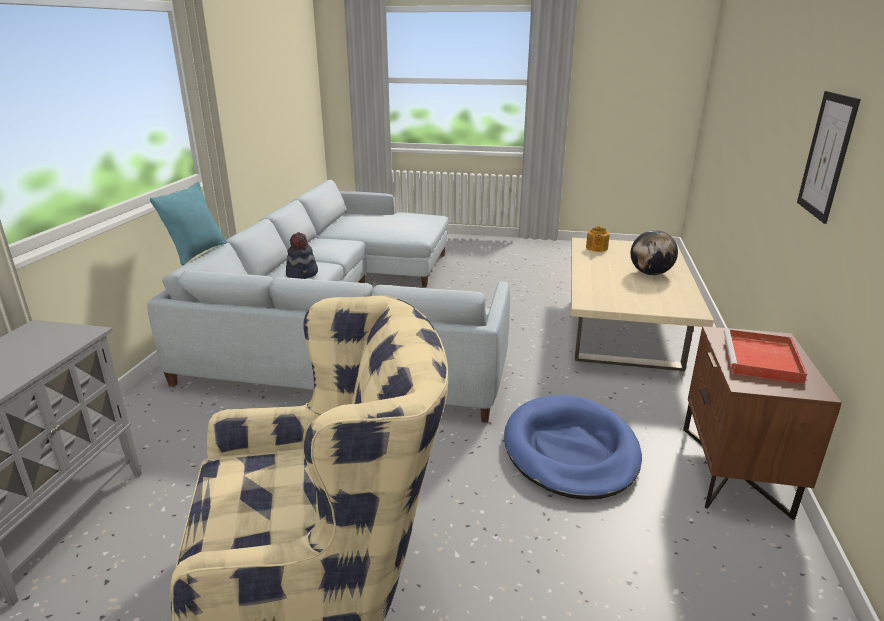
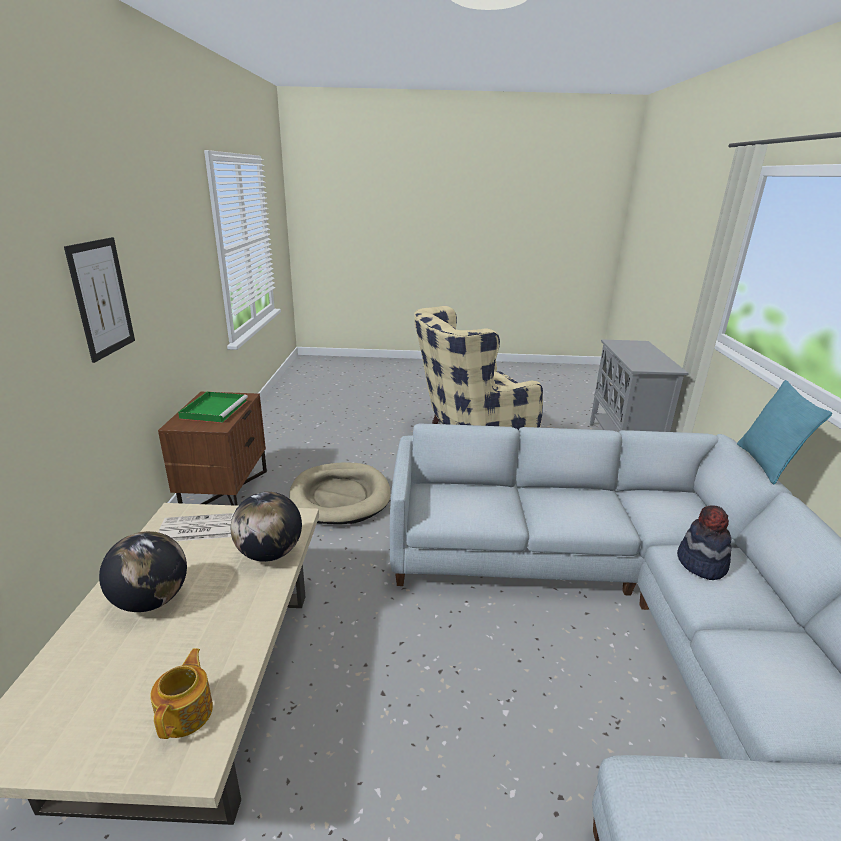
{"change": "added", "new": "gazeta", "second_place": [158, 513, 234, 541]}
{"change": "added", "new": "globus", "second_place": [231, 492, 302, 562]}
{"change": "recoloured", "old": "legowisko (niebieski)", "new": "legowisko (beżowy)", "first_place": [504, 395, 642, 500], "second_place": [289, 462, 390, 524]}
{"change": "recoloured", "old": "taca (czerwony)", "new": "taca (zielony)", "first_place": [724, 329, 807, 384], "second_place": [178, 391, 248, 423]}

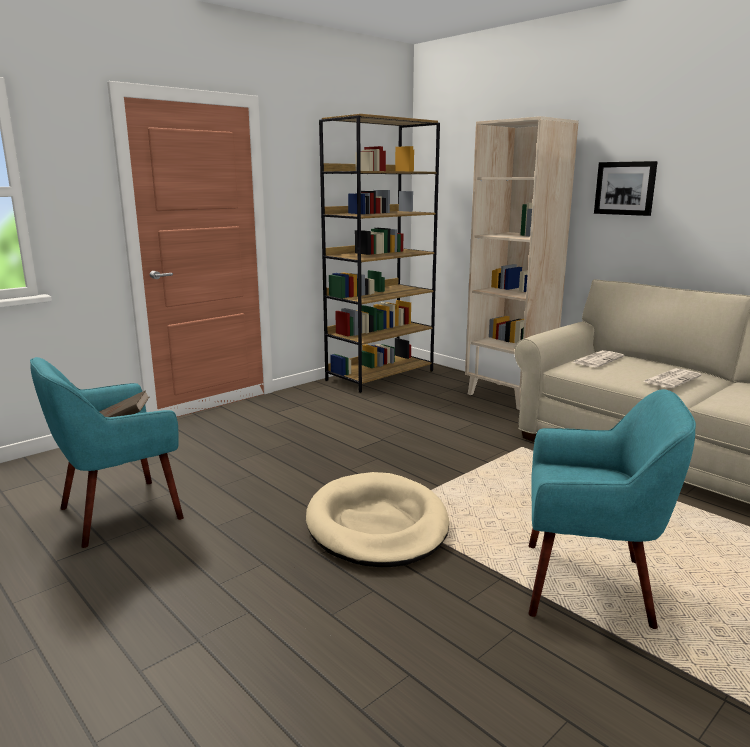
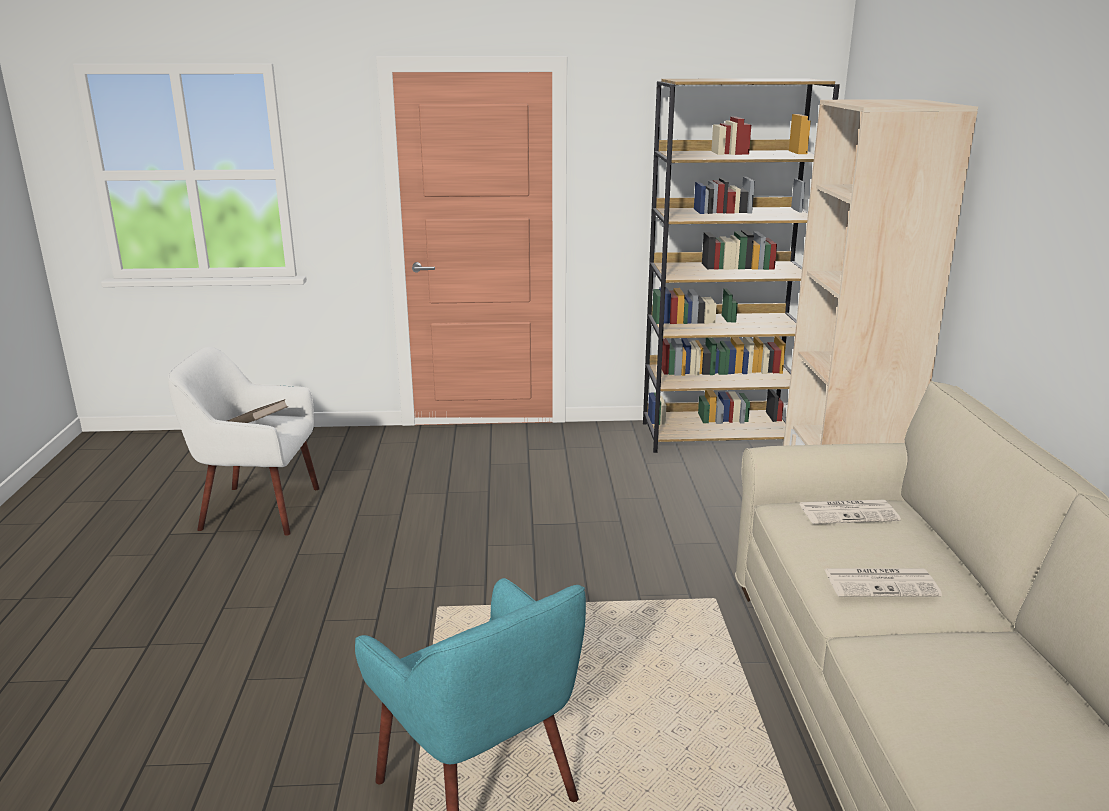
{"change": "removed", "old": "legowisko (beżowy)", "first_place": [306, 472, 449, 567]}
{"change": "removed", "old": "obraz", "first_place": [594, 161, 658, 216]}
{"change": "recoloured", "old": "fotel (turkusowy)", "new": "fotel (biały)", "first_place": [30, 357, 184, 548], "second_place": [168, 347, 320, 536]}

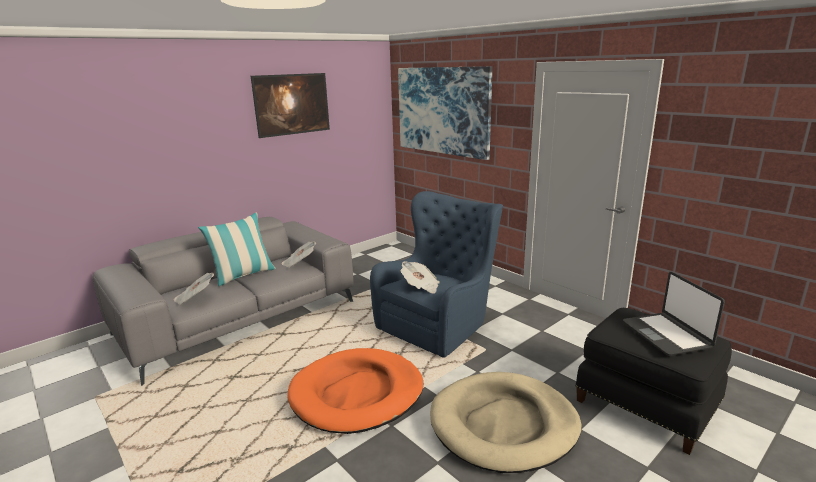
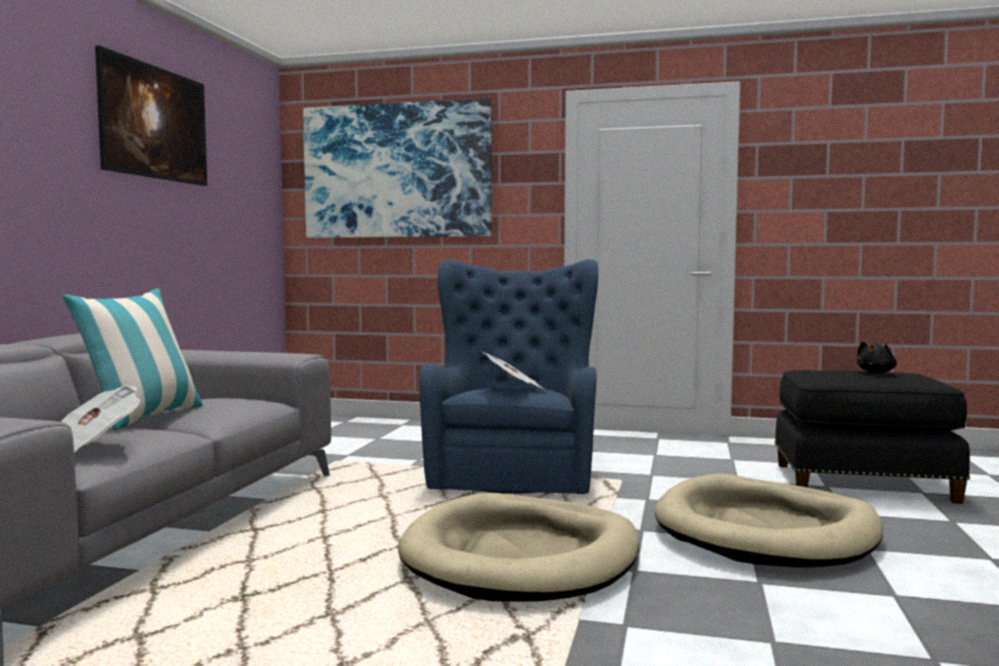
{"change": "removed", "old": "gazeta", "first_place": [282, 241, 316, 268]}
{"change": "replaced", "old": "laptop", "new": "pluszak (czarny)", "first_place": [623, 272, 725, 356], "second_place": [857, 341, 897, 373]}
{"change": "recoloured", "old": "legowisko (pomarańczowy)", "new": "legowisko (beżowy)", "first_place": [287, 348, 424, 434], "second_place": [398, 493, 639, 602]}

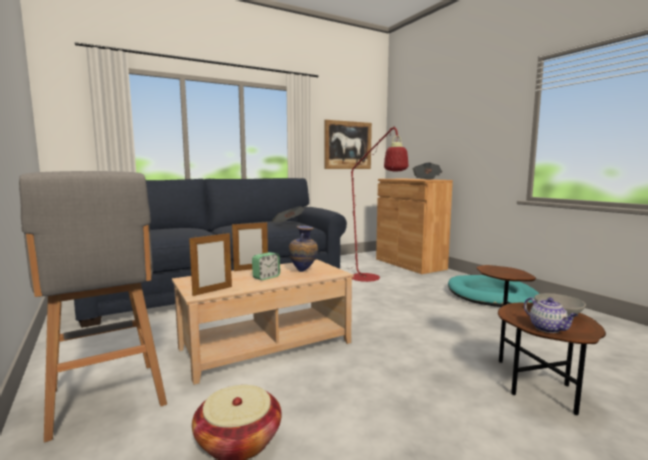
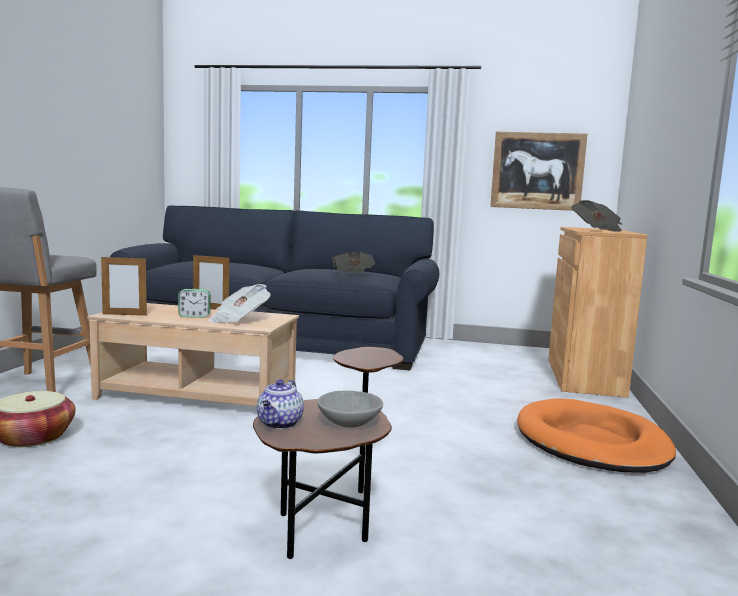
{"change": "removed", "old": "lampa stojąca (czerwony)", "first_place": [340, 126, 408, 282]}
{"change": "replaced", "old": "wazon", "new": "gazeta", "first_place": [289, 226, 318, 272], "second_place": [208, 284, 271, 323]}
{"change": "recoloured", "old": "legowisko (turkusowy)", "new": "legowisko (pomarańczowy)", "first_place": [448, 275, 539, 307], "second_place": [517, 398, 676, 473]}

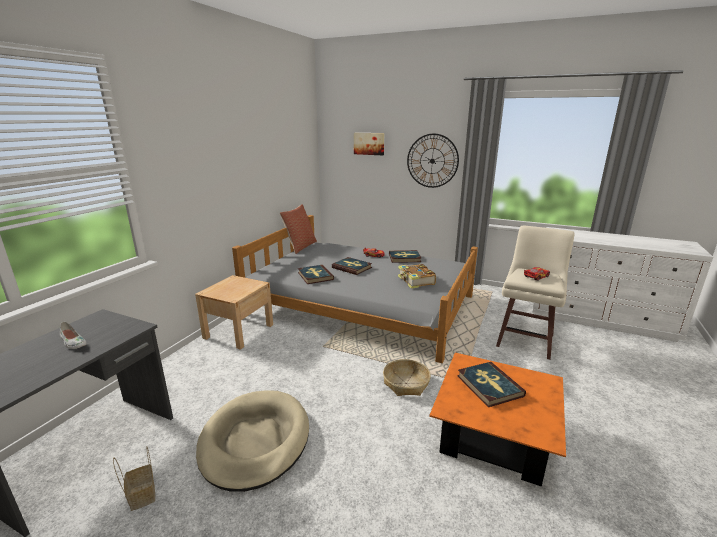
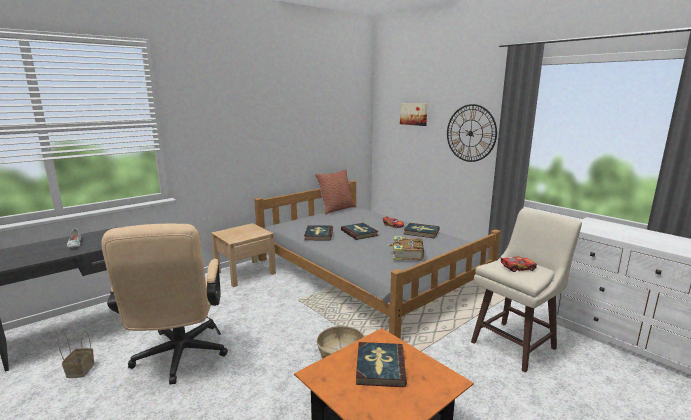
{"change": "replaced", "old": "legowisko (beżowy)", "new": "krzesło biurowe (beżowy)", "first_place": [196, 390, 309, 492], "second_place": [101, 223, 228, 384]}

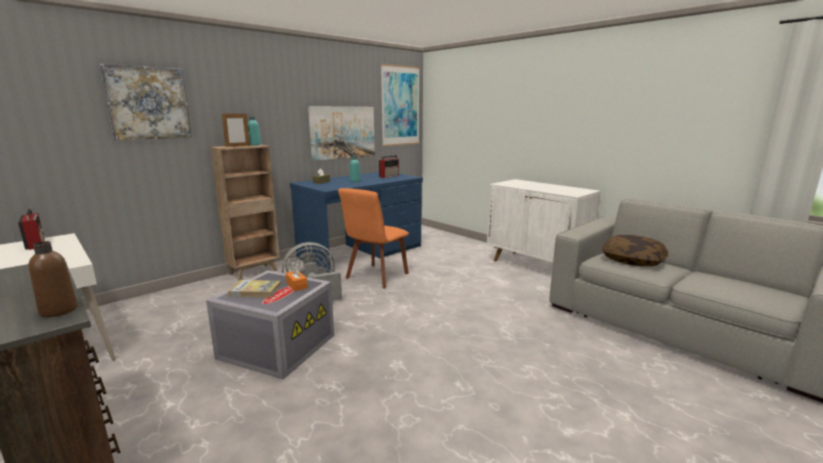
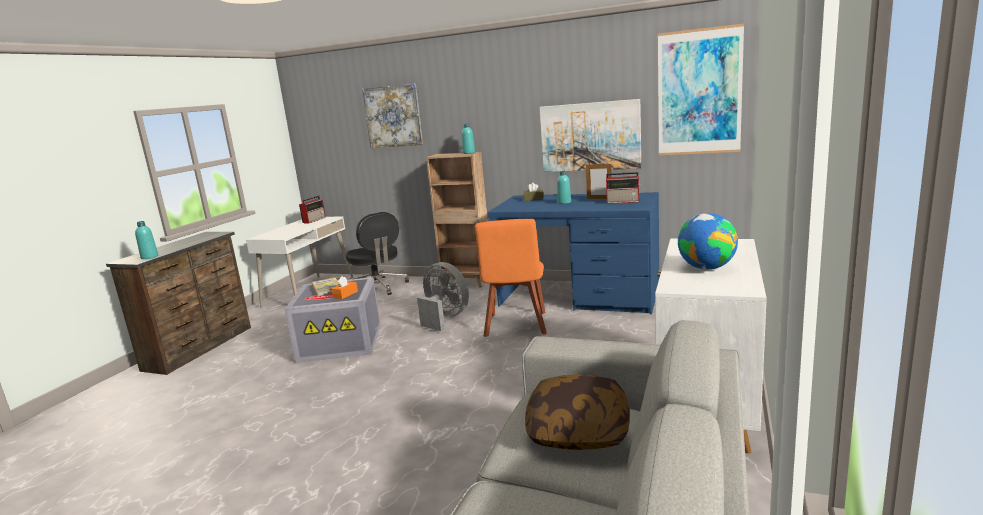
{"change": "added", "new": "krzesło biurowe (czarny)", "second_place": [346, 212, 409, 295]}
{"change": "added", "new": "globus", "second_place": [678, 213, 738, 270]}
{"change": "moved", "old": "ramka na zdjęcie", "first_place": [222, 114, 250, 147], "second_place": [586, 164, 612, 199]}
{"change": "recoloured", "old": "butelka (brązowy)", "new": "butelka (turkusowy)", "first_place": [28, 241, 78, 317], "second_place": [135, 221, 158, 259]}
{"change": "turned", "old": "krzesło (pomarańczowy)", "first_place": [338, 188, 409, 289], "second_place": [475, 219, 547, 337], "degrees": -90}

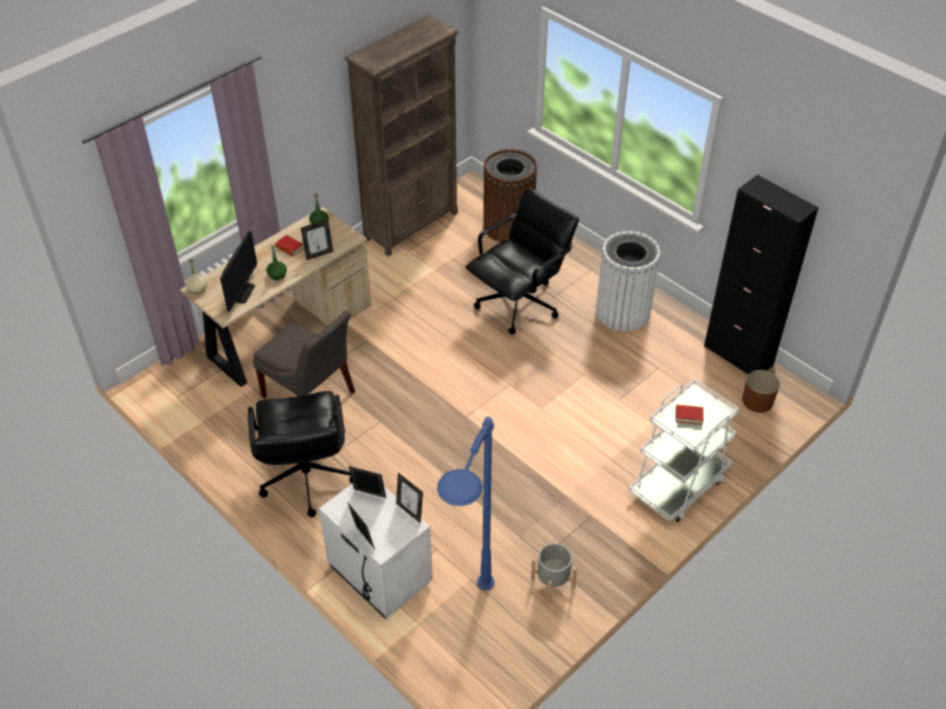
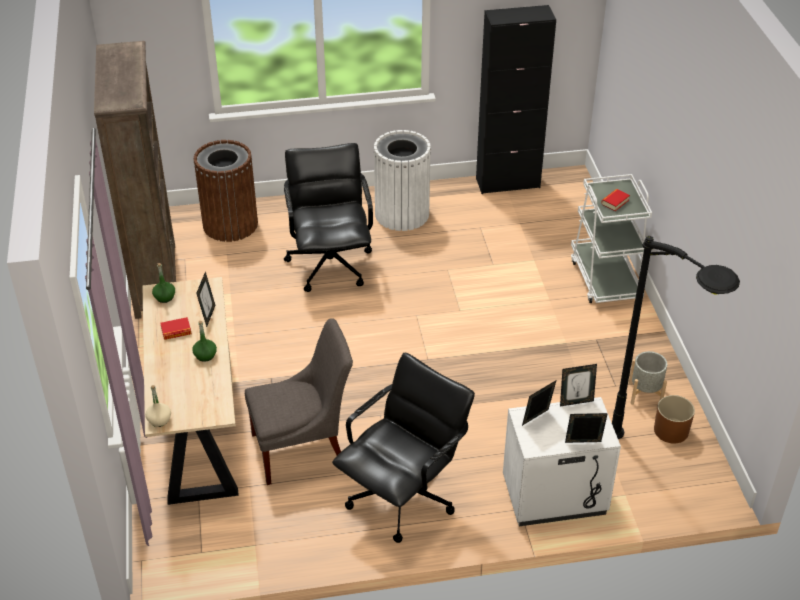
{"change": "removed", "old": "monitor", "first_place": [220, 231, 257, 312]}
{"change": "moved", "old": "donica (brązowy)", "first_place": [742, 370, 780, 413], "second_place": [654, 395, 695, 443]}
{"change": "recoloured", "old": "lampa stojąca (niebieski)", "new": "lampa stojąca (czarny)", "first_place": [437, 417, 495, 590], "second_place": [612, 236, 740, 439]}
{"change": "turned", "old": "krzesło biurowe (czarny)", "first_place": [248, 391, 352, 517], "second_place": [332, 353, 475, 543], "degrees": -75}

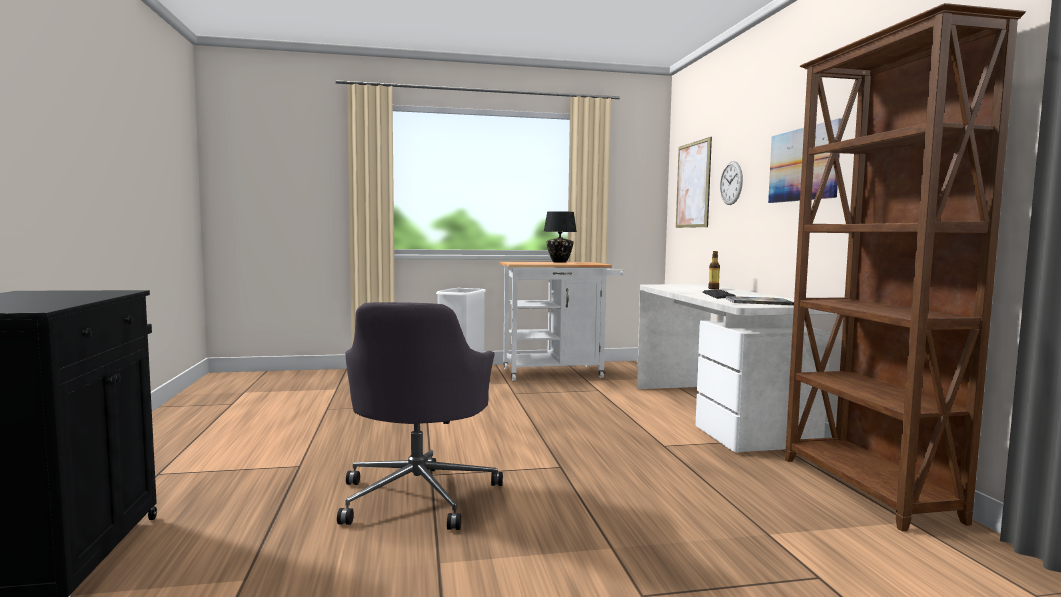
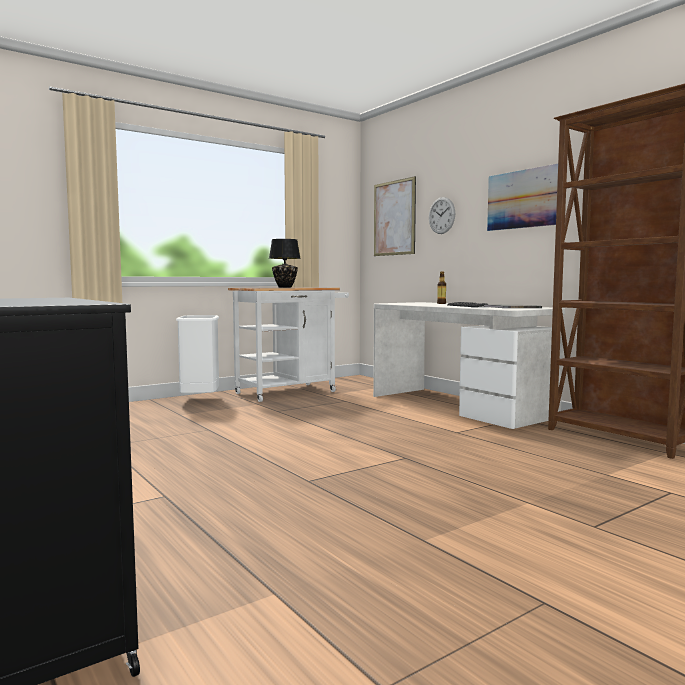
{"change": "removed", "old": "krzesło biurowe (szary)", "first_place": [337, 302, 503, 530]}

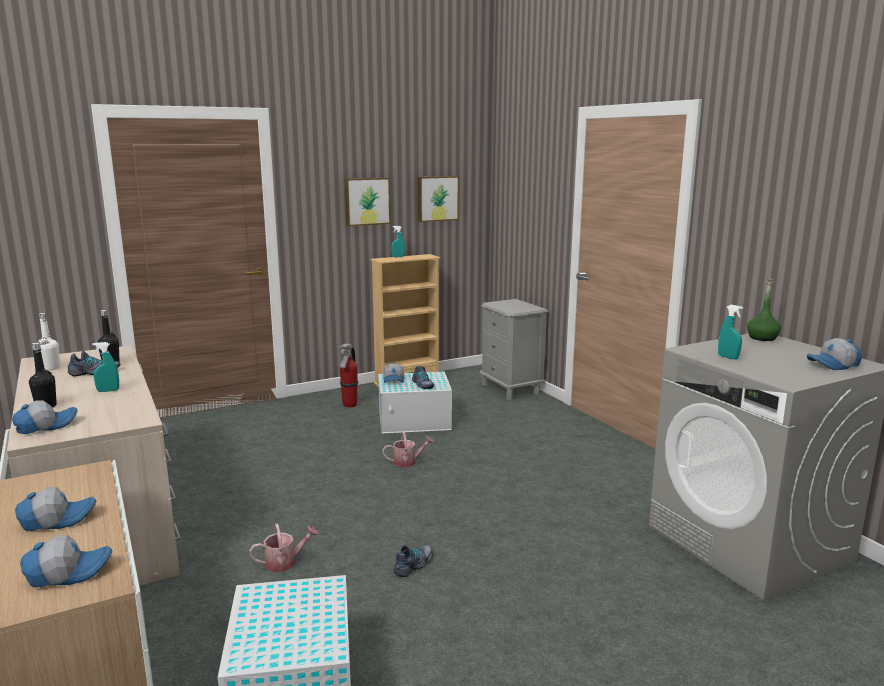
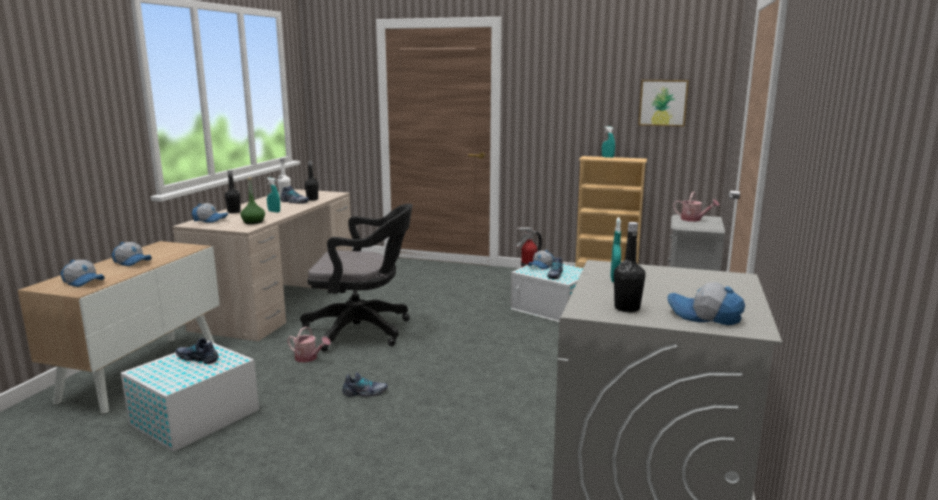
{"change": "removed", "old": "obraz", "first_place": [345, 178, 391, 226]}
{"change": "added", "new": "but", "second_place": [176, 338, 219, 364]}
{"change": "added", "new": "krzesło biurowe (czarny)", "second_place": [300, 204, 412, 352]}
{"change": "added", "new": "butelka (czarny)", "second_place": [614, 222, 646, 312]}
{"change": "moved", "old": "konewka", "first_place": [383, 431, 434, 468], "second_place": [673, 192, 719, 222]}
{"change": "moved", "old": "butelka (zielony)", "first_place": [747, 279, 781, 341], "second_place": [241, 177, 265, 224]}

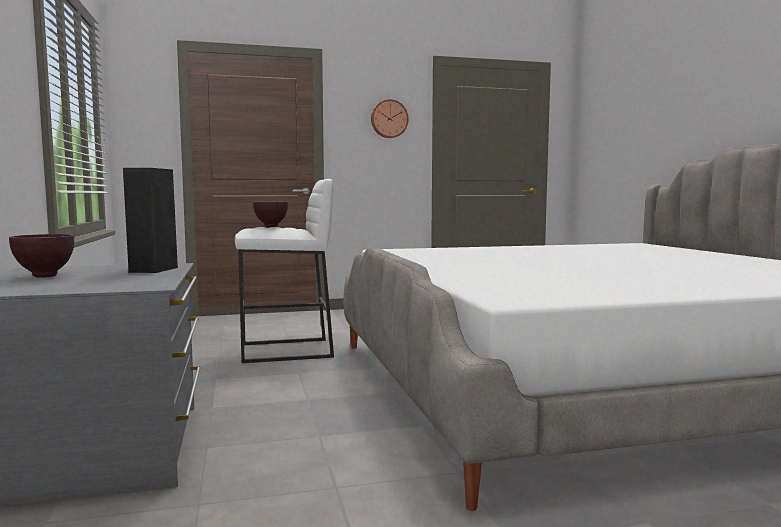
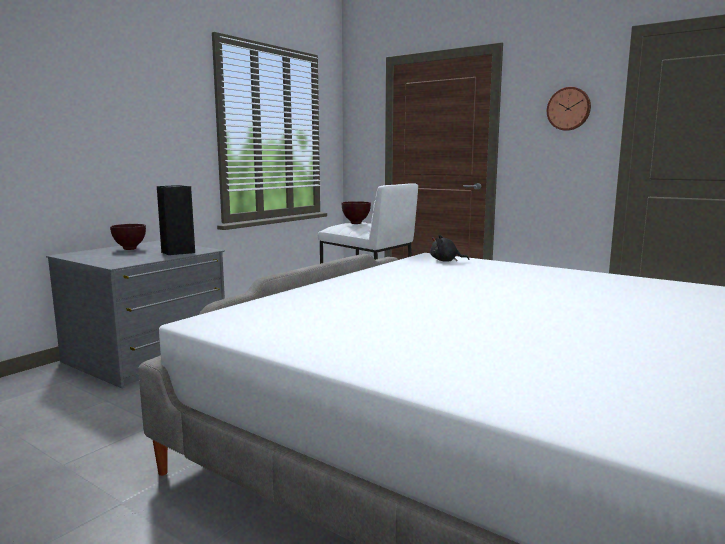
{"change": "added", "new": "pluszak (czarny)", "second_place": [430, 235, 470, 262]}

